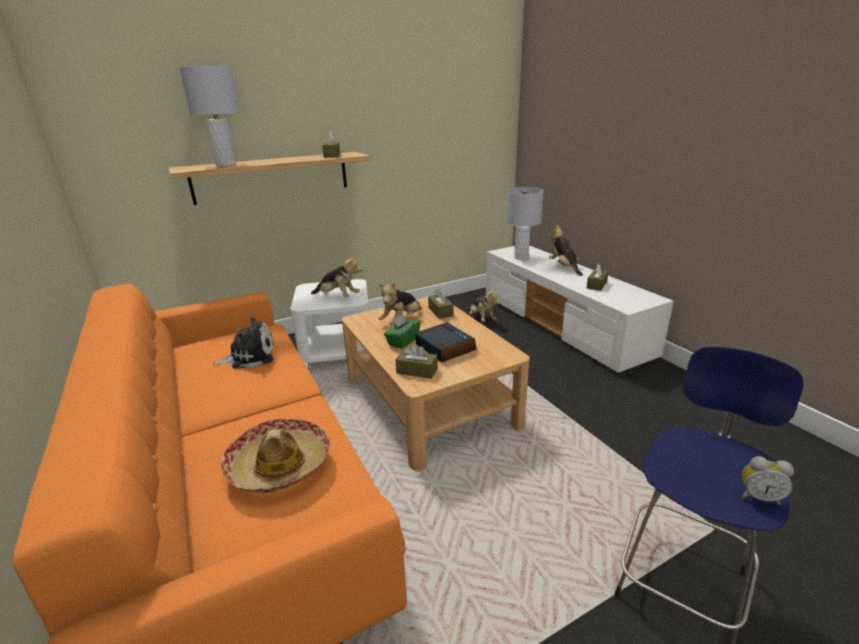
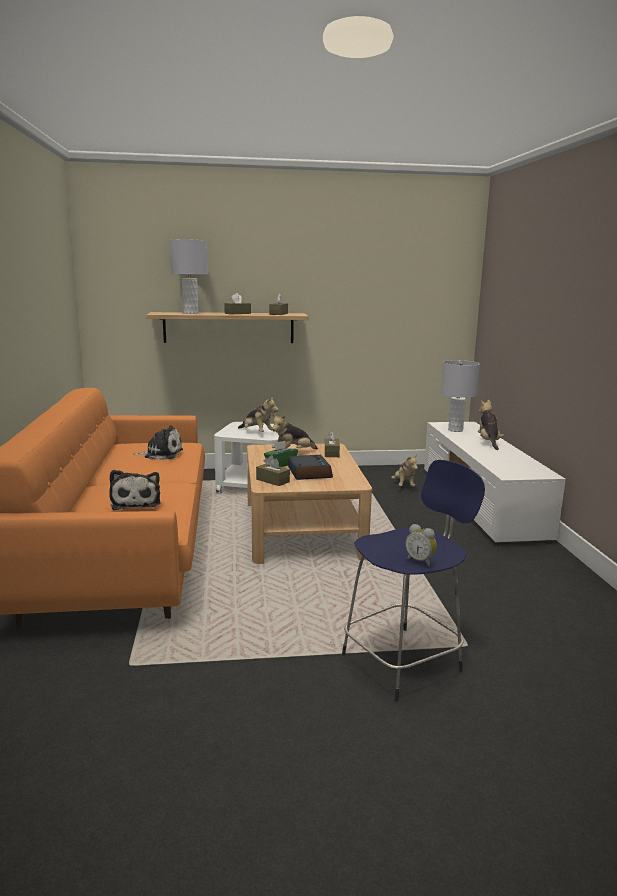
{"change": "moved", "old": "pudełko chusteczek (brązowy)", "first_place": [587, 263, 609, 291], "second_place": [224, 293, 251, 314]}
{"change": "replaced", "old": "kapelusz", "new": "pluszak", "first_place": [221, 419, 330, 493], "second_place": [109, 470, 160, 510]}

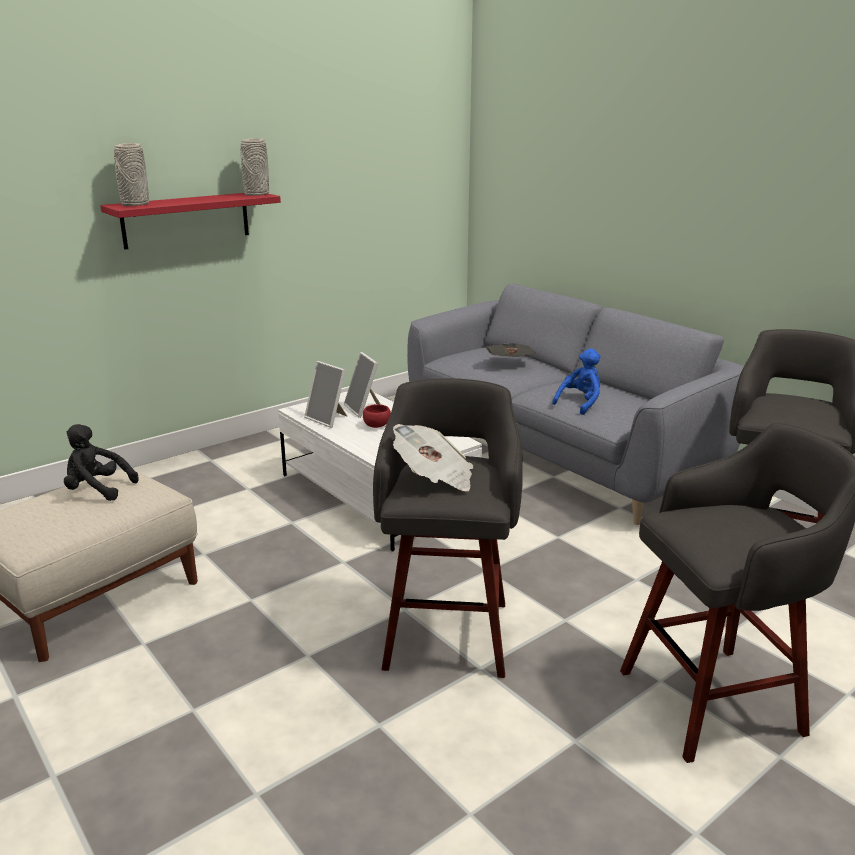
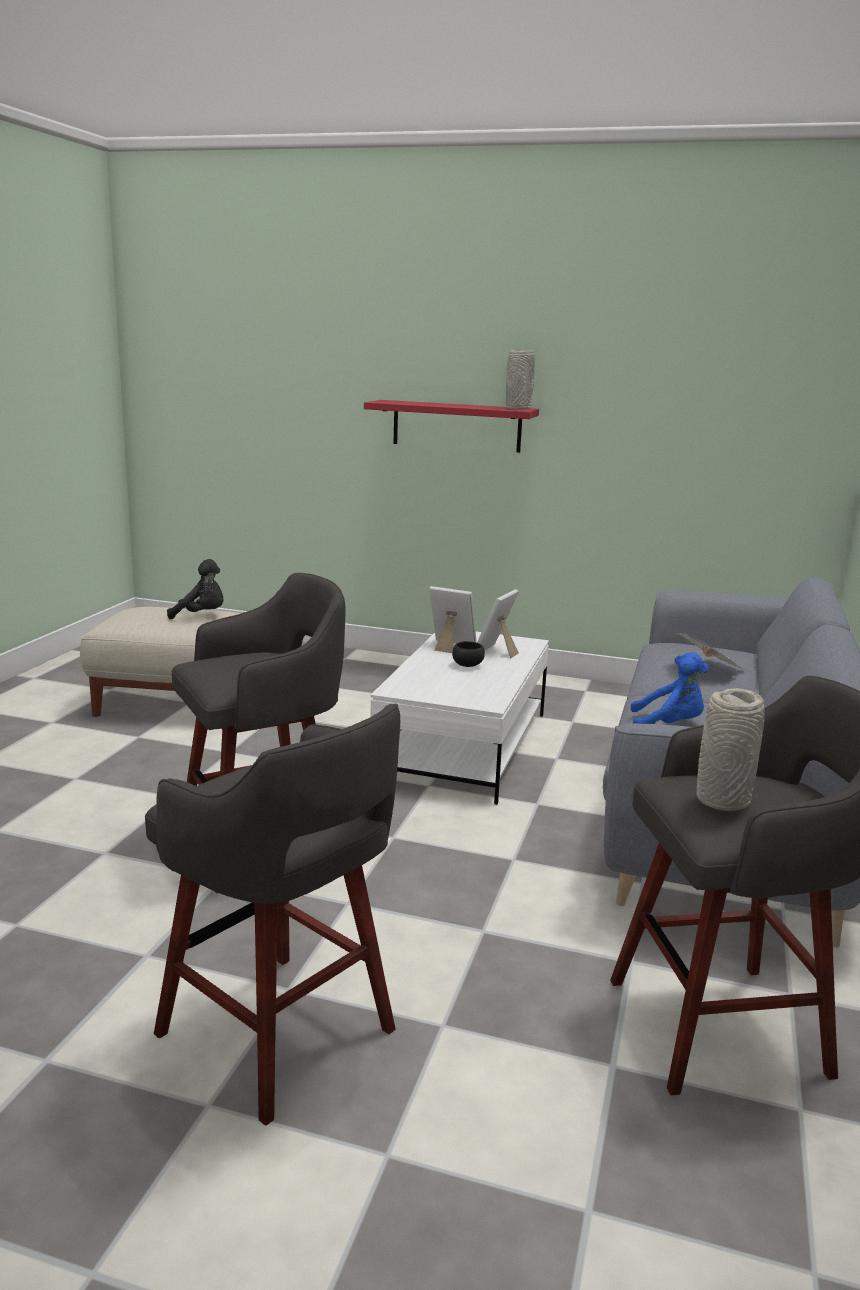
{"change": "removed", "old": "gazeta", "first_place": [393, 424, 473, 491]}
{"change": "moved", "old": "wazon (szary)", "first_place": [114, 143, 149, 206], "second_place": [696, 688, 764, 811]}
{"change": "recoloured", "old": "miska (czerwony)", "new": "miska (czarny)", "first_place": [363, 404, 391, 428], "second_place": [452, 641, 485, 667]}
{"change": "turned", "old": "pluszak (czarny)", "first_place": [64, 424, 139, 501], "second_place": [167, 559, 224, 619], "degrees": 120}
{"change": "turned", "old": "ramka na zdjęcie", "first_place": [304, 361, 347, 428], "second_place": [429, 586, 477, 653], "degrees": 105}

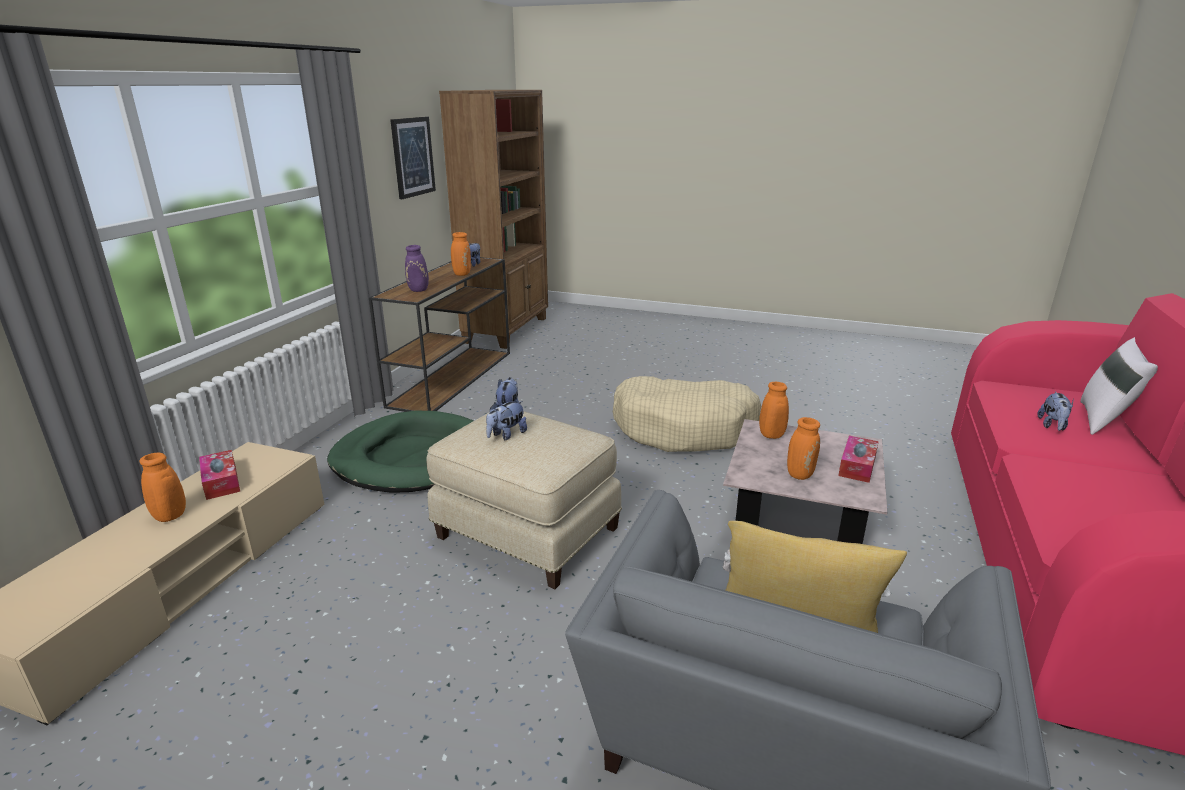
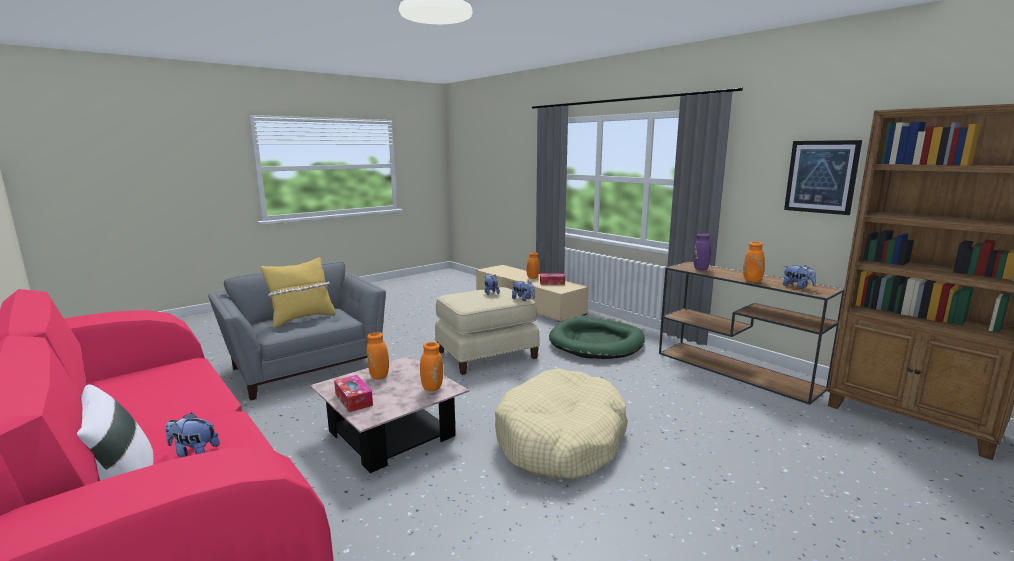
{"change": "turned", "old": "pluszak", "first_place": [1037, 391, 1074, 431], "second_place": [165, 412, 220, 457], "degrees": -45}

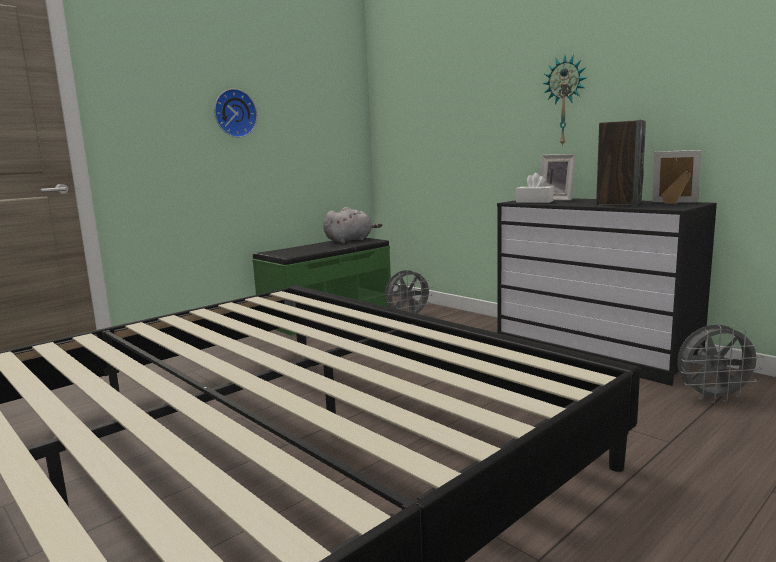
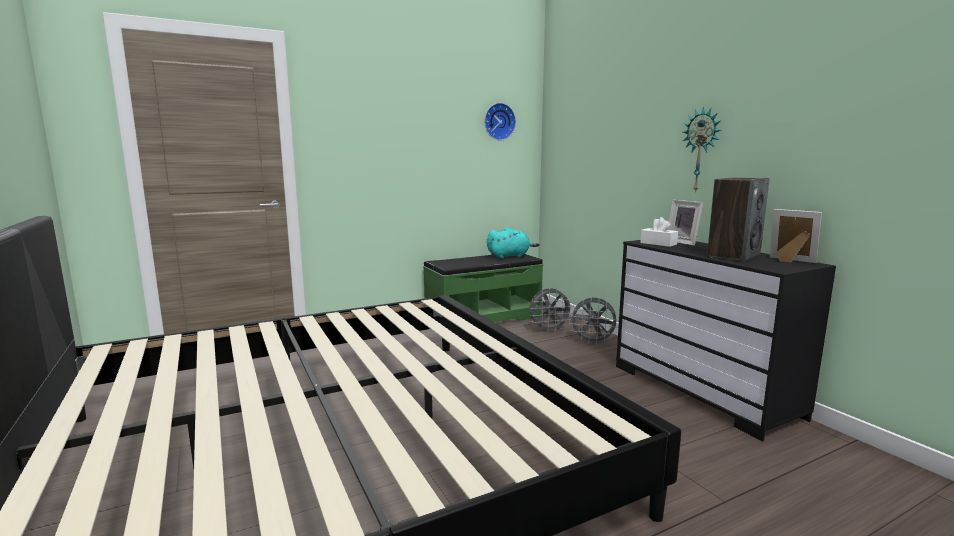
{"change": "moved", "old": "zegar ścienny", "first_place": [214, 89, 257, 138], "second_place": [484, 103, 516, 141]}
{"change": "moved", "old": "wentylator (szary)", "first_place": [677, 324, 764, 403], "second_place": [569, 297, 619, 345]}
{"change": "recoloured", "old": "pluszak (szary)", "new": "pluszak (turkusowy)", "first_place": [323, 207, 382, 243], "second_place": [487, 227, 540, 259]}

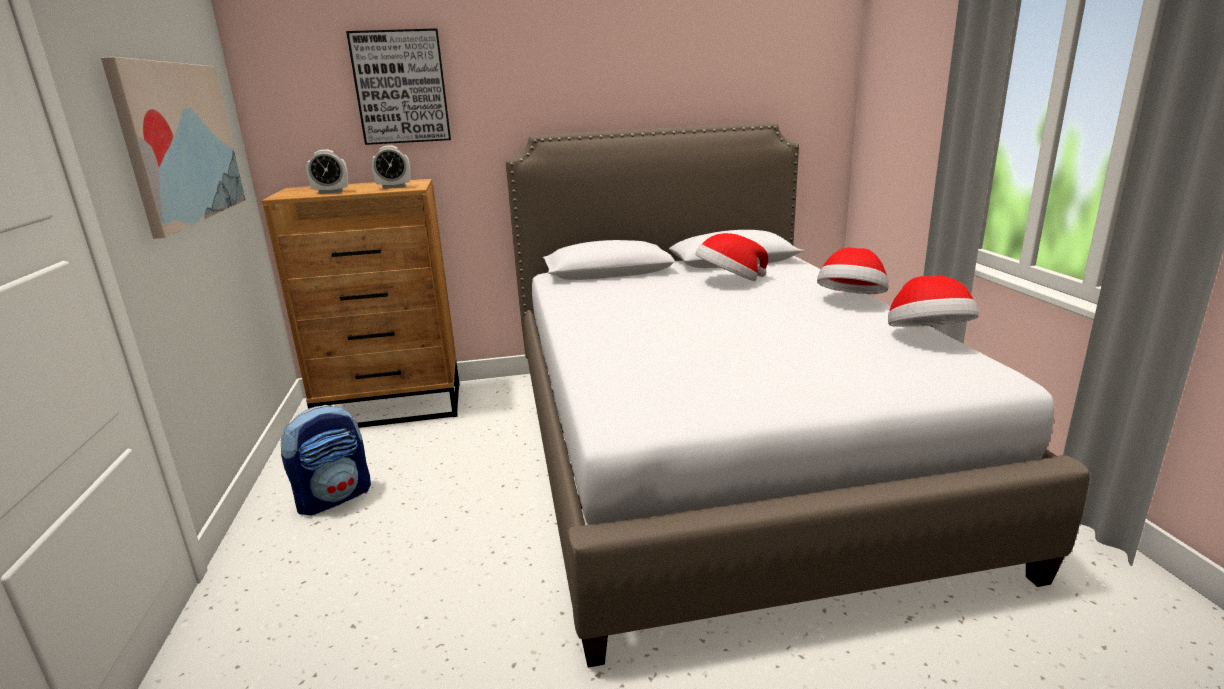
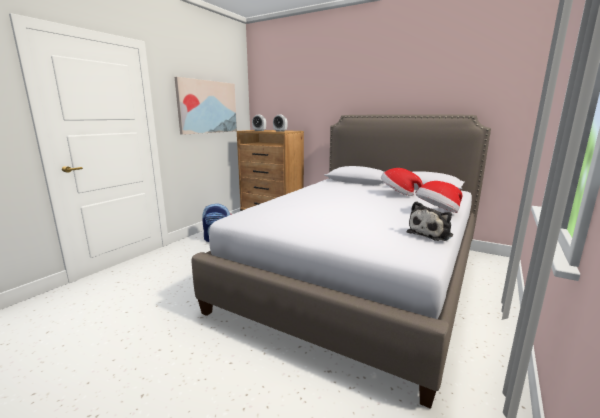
{"change": "removed", "old": "obraz", "first_place": [346, 28, 451, 145]}
{"change": "replaced", "old": "kapelusz", "new": "pluszak", "first_place": [888, 276, 979, 327], "second_place": [407, 201, 453, 241]}

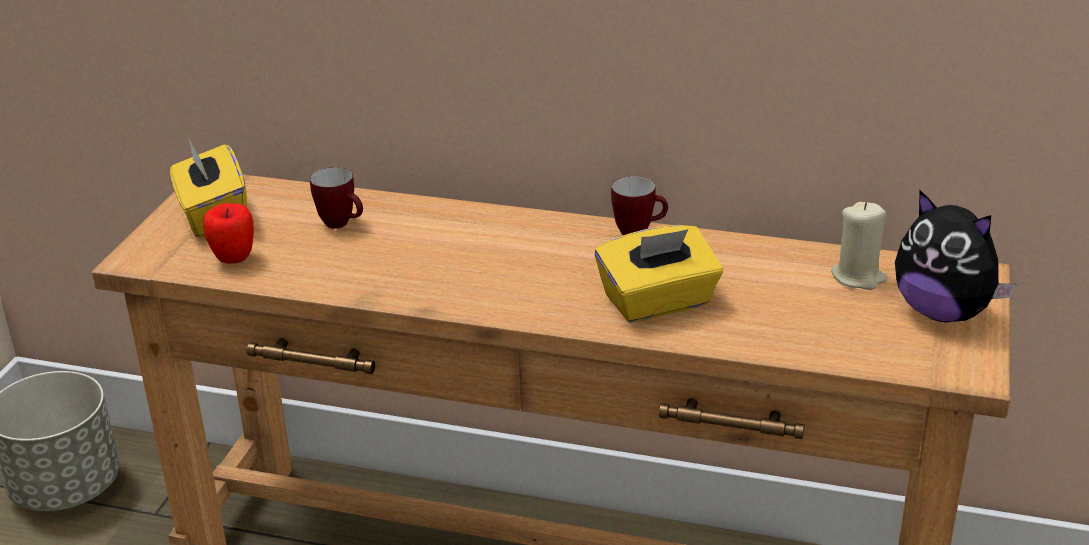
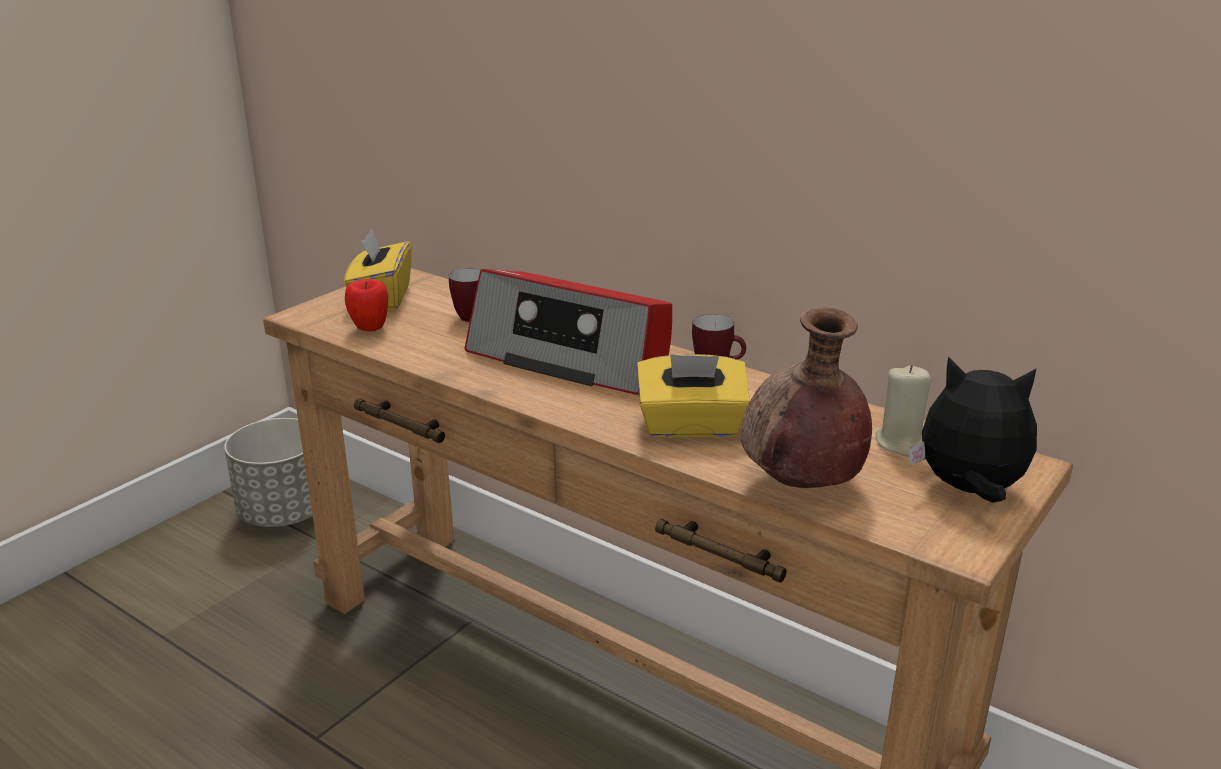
{"change": "added", "new": "radio", "second_place": [464, 269, 672, 395]}
{"change": "added", "new": "wazon (brązowy)", "second_place": [741, 308, 872, 488]}
{"change": "turned", "old": "pluszak", "first_place": [895, 190, 1017, 322], "second_place": [909, 356, 1037, 503], "degrees": 135}

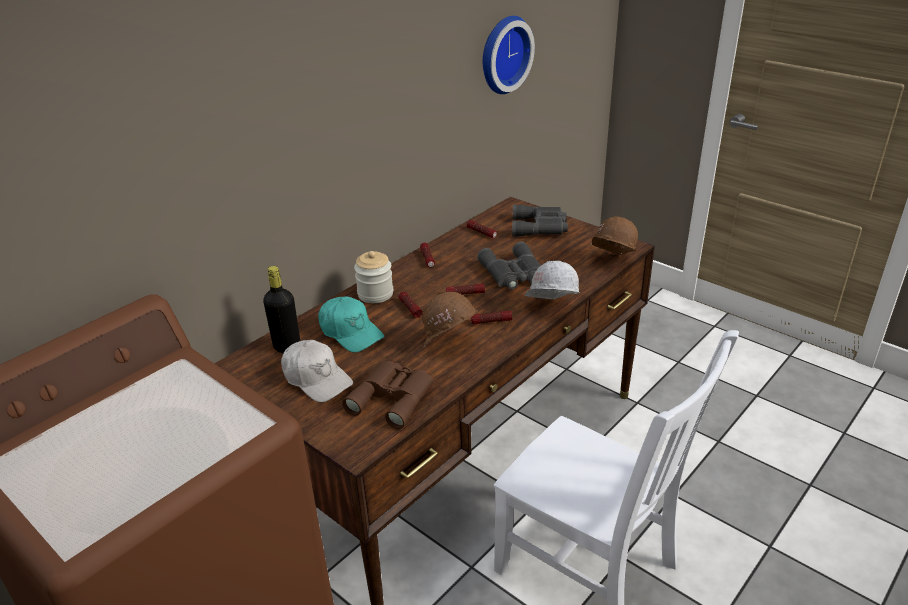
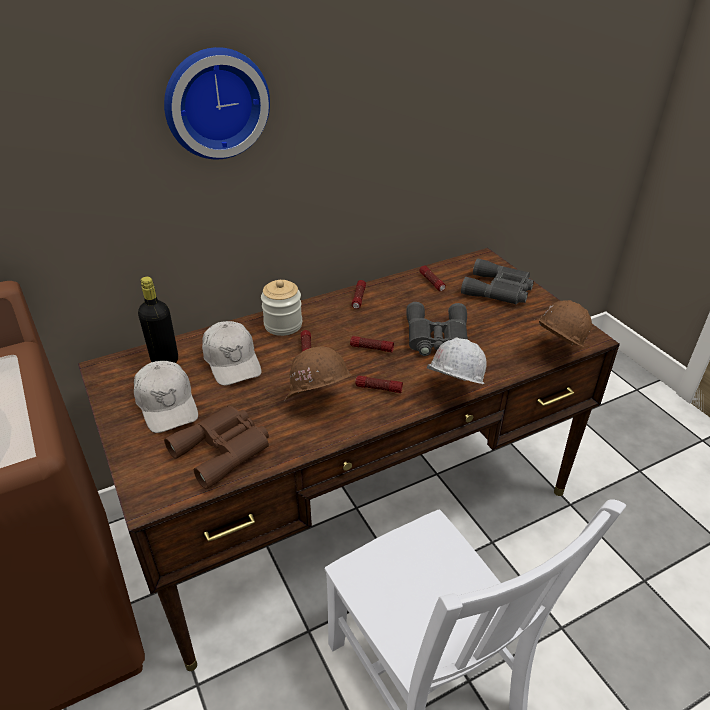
{"change": "moved", "old": "zegar ścienny", "first_place": [483, 16, 535, 94], "second_place": [164, 47, 270, 160]}
{"change": "recoloured", "old": "czapka z daszkiem (turkusowy)", "new": "czapka z daszkiem (biały)", "first_place": [318, 296, 384, 353], "second_place": [202, 321, 261, 386]}

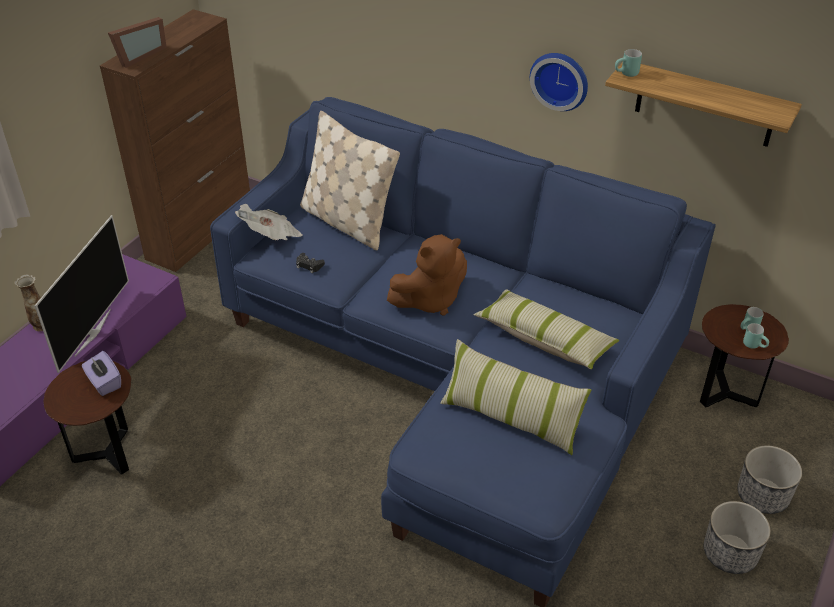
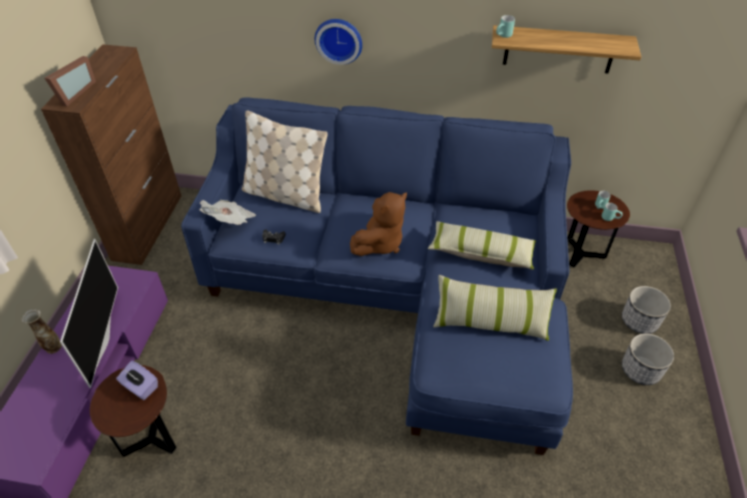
{"change": "moved", "old": "zegar ścienny", "first_place": [530, 53, 588, 111], "second_place": [315, 19, 362, 65]}

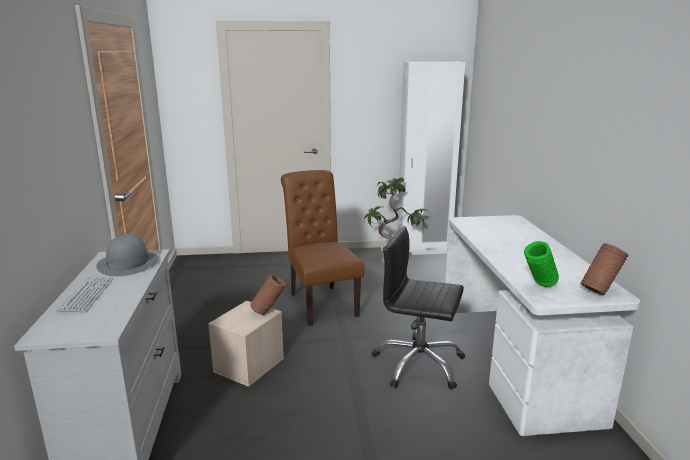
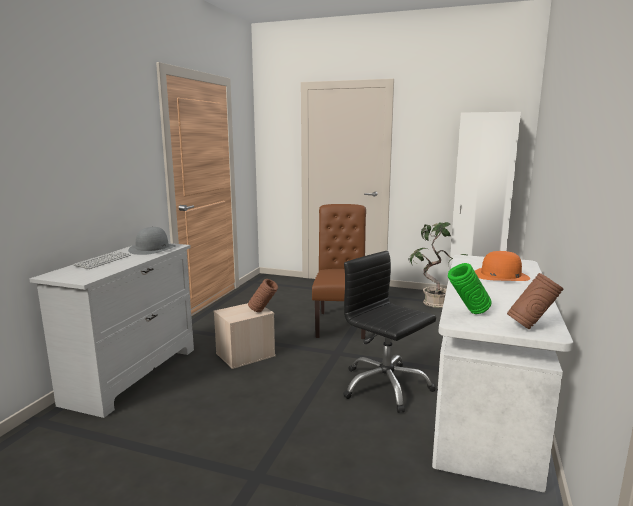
{"change": "added", "new": "kapelusz (pomarańczowy)", "second_place": [475, 251, 530, 281]}

